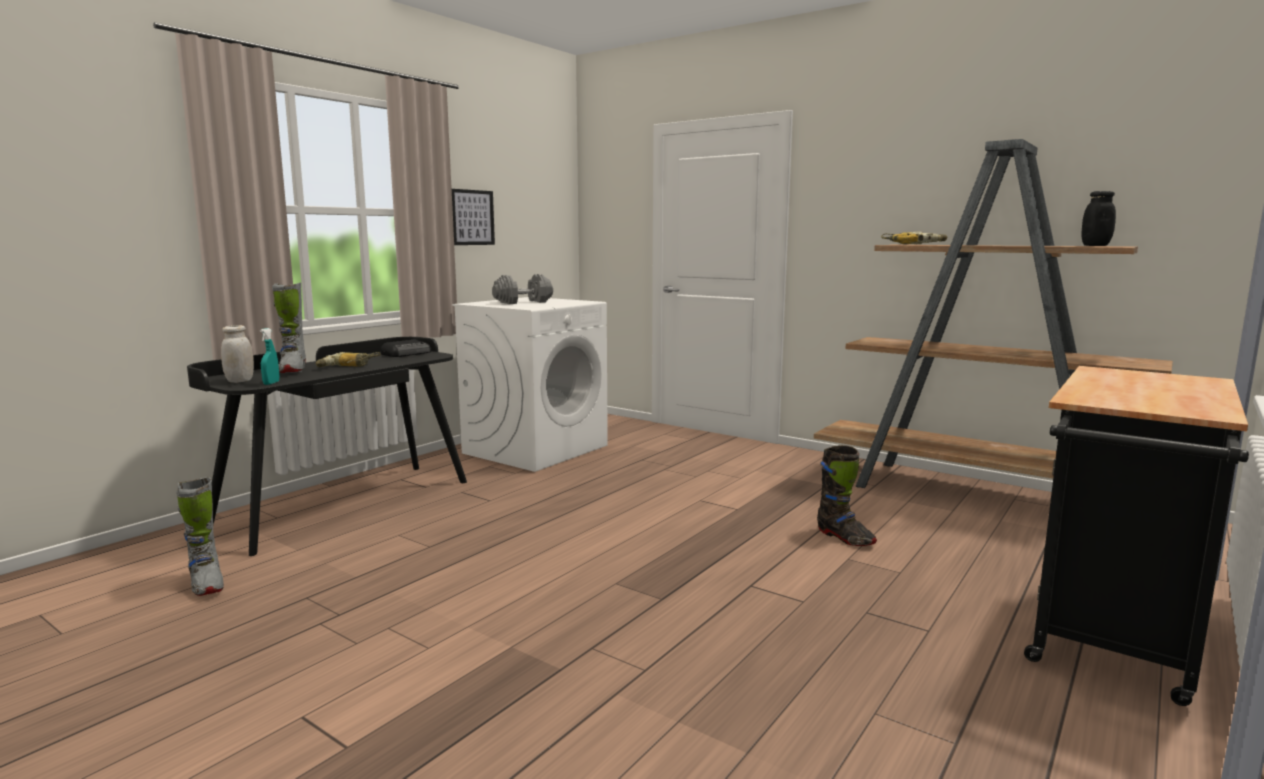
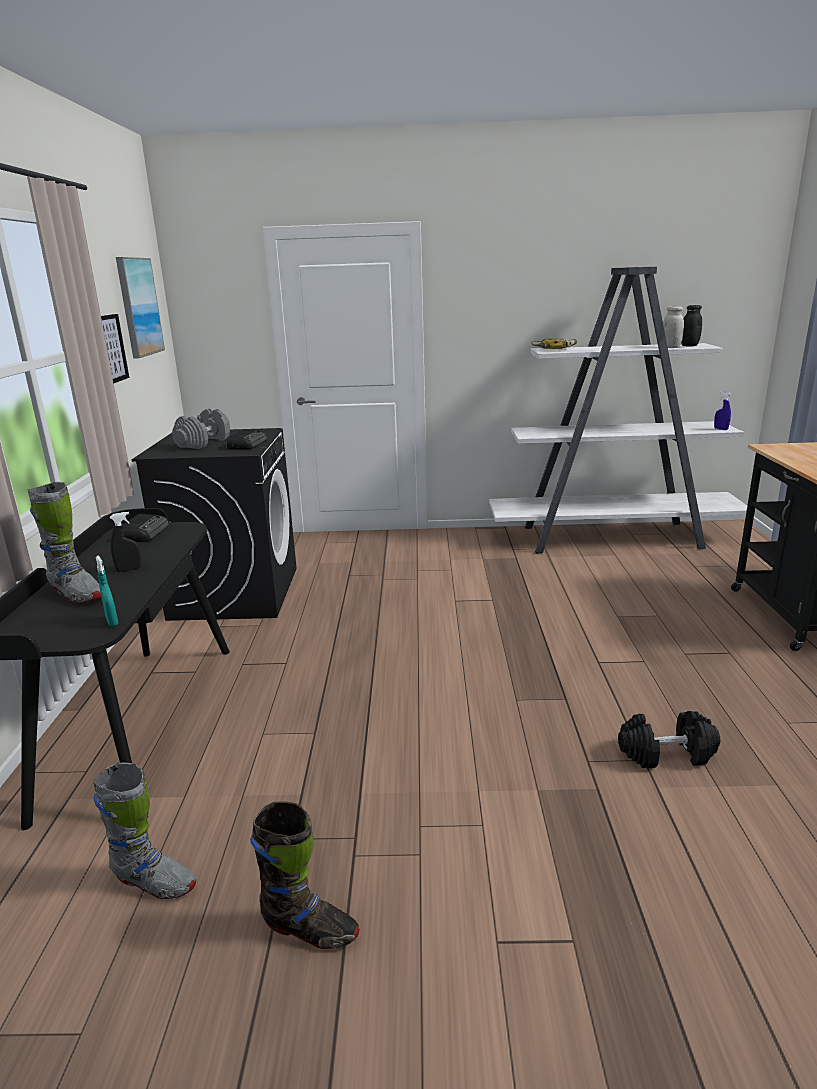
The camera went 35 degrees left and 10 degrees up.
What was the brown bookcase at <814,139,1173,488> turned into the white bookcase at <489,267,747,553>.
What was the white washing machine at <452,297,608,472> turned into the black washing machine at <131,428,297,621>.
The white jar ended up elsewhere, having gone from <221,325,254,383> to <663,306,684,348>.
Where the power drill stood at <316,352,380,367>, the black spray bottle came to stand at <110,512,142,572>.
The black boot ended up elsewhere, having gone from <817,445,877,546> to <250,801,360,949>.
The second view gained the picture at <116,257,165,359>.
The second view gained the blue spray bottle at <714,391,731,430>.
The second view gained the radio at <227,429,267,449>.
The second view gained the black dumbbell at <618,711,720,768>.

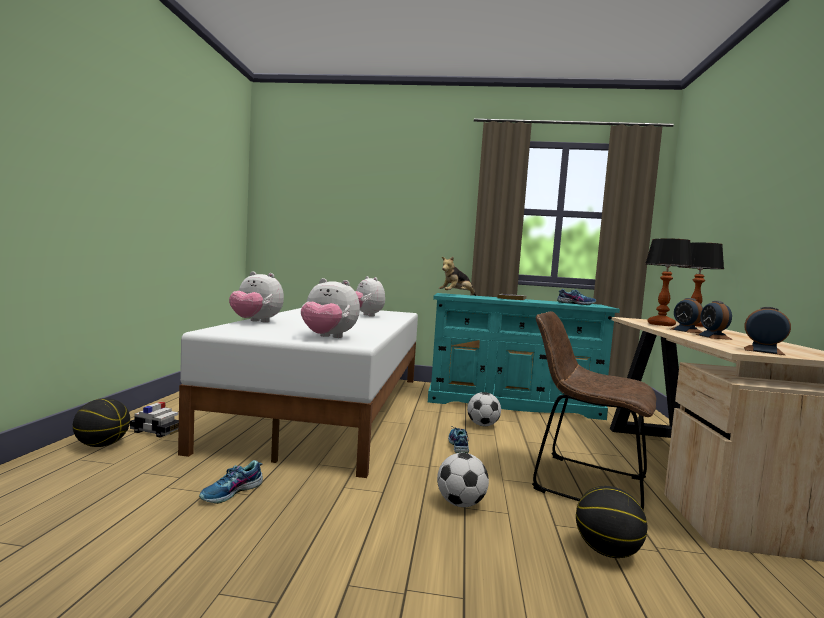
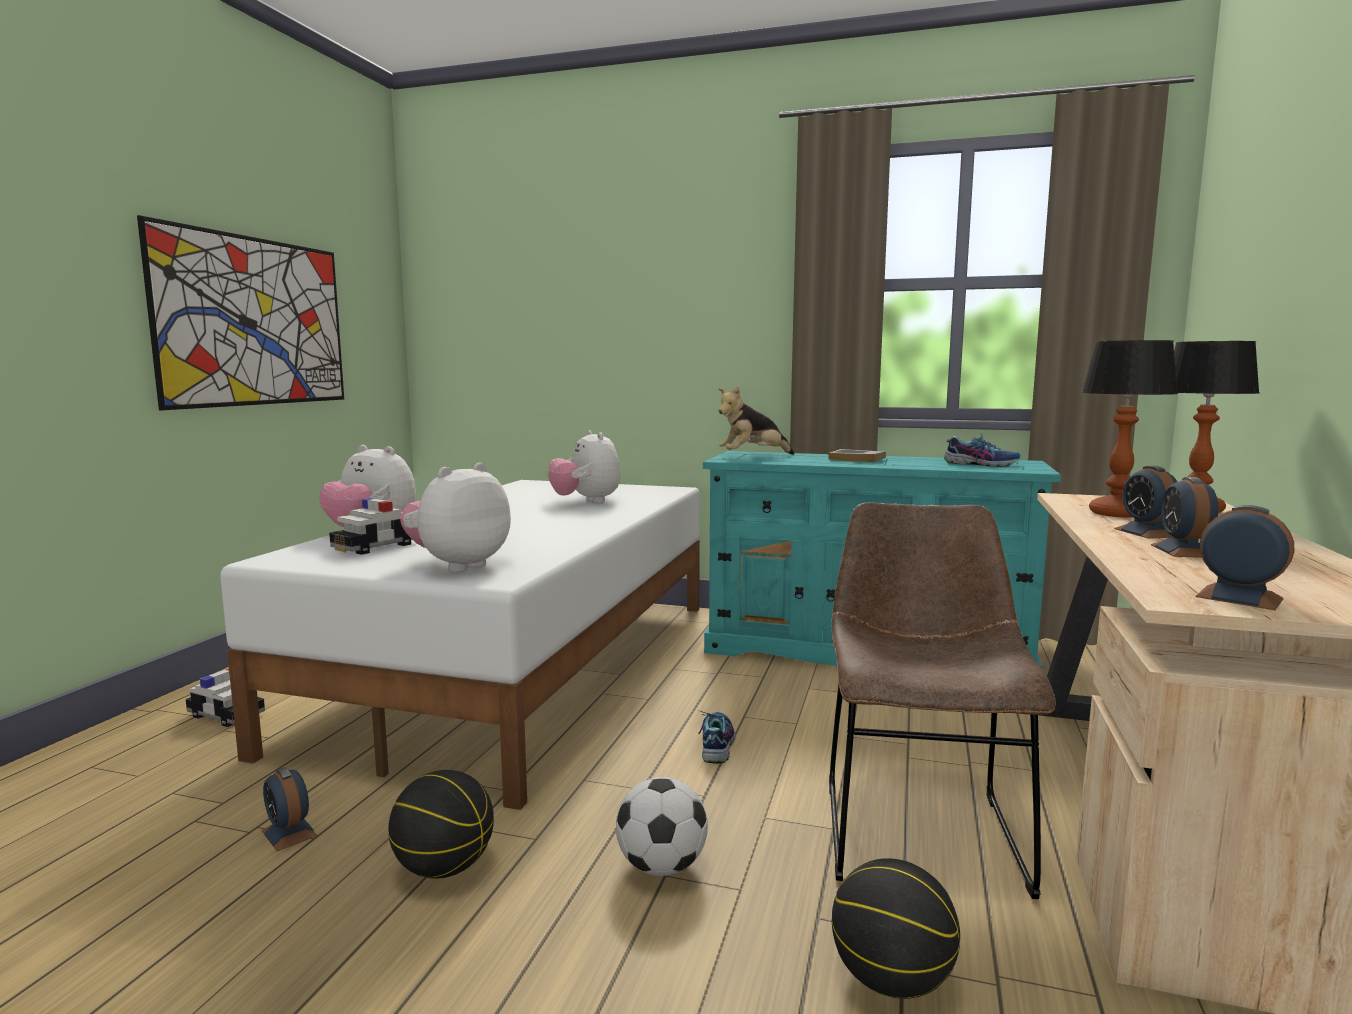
The camera went 10 degrees right and 5 degrees up.
The plush toy at <301,278,360,338> ended up facing another way, 105 degrees clockwise from before.
The brown chair at <532,311,656,510> ended up facing another way, 60 degrees clockwise from before.
The second view lost the football at <467,392,501,426>.
The basketball ended up elsewhere, having gone from <73,398,130,447> to <388,770,494,879>.
Where the shoe stood at <199,460,263,504>, the alarm clock came to stand at <261,767,317,851>.
The second view gained the picture at <137,215,344,410>.
The second view gained the toy car at <329,498,412,555>.

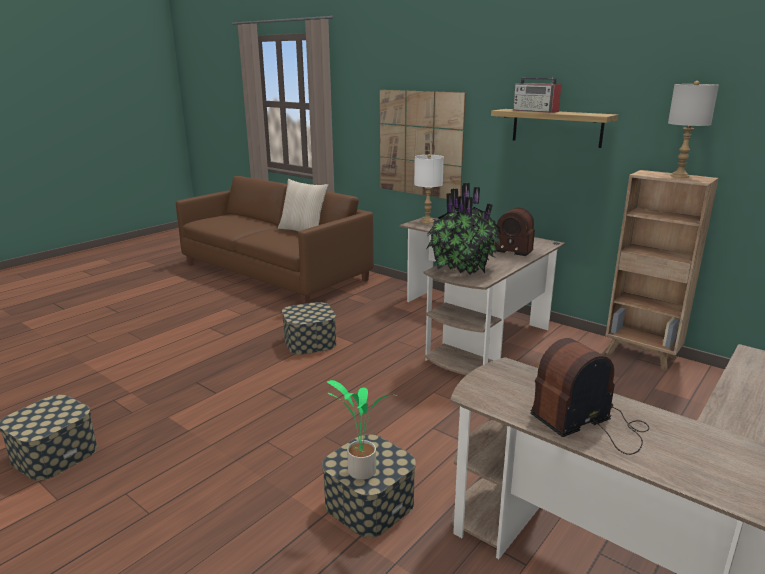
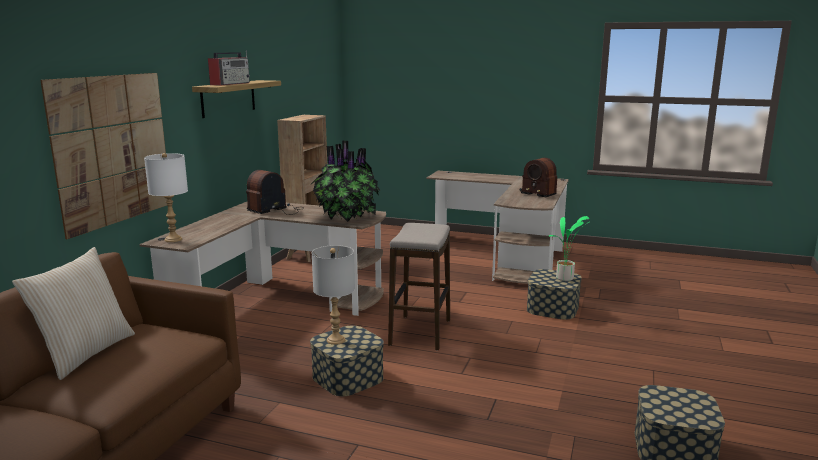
The camera went 110 degrees left and 5 degrees down.
The grey table lamp ended up elsewhere, having gone from <668,81,719,178> to <312,245,355,345>.
The radio at <494,208,535,256> ended up facing another way, 150 degrees counterclockwise from before.
The second view gained the stool at <388,223,450,351>.

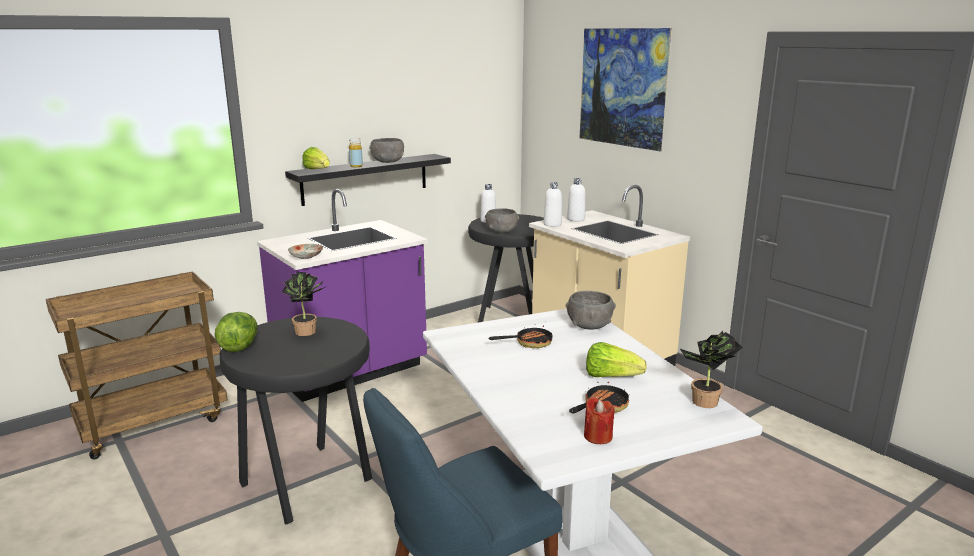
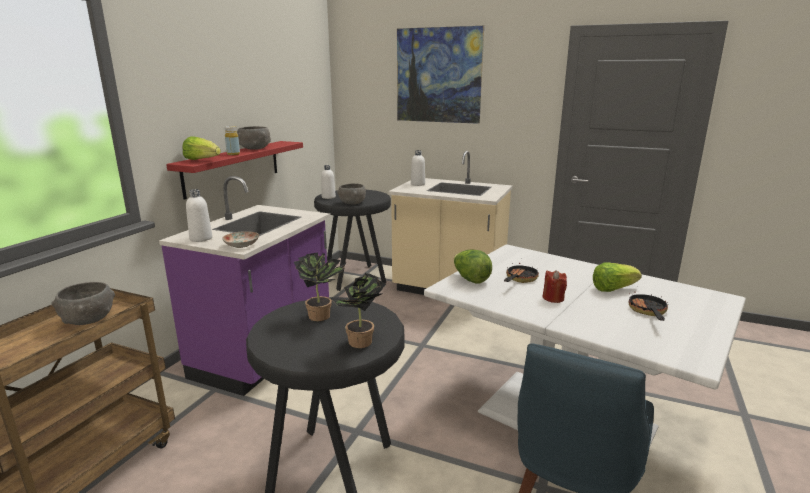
The camera went 30 degrees left and 0 degrees up.
What was the black shelf at <285,154,451,206> turned into the red shelf at <166,141,303,200>.
The white bottle ended up elsewhere, having gone from <544,182,562,227> to <186,189,212,242>.
The grey bowl ended up elsewhere, having gone from <566,291,616,329> to <52,282,115,325>.
The lettuce ended up elsewhere, having gone from <215,312,258,352> to <454,250,492,284>.
The potted plant ended up elsewhere, having gone from <680,331,743,408> to <331,273,386,348>.
The red candle ended up elsewhere, having gone from <584,397,614,444> to <543,270,567,303>.

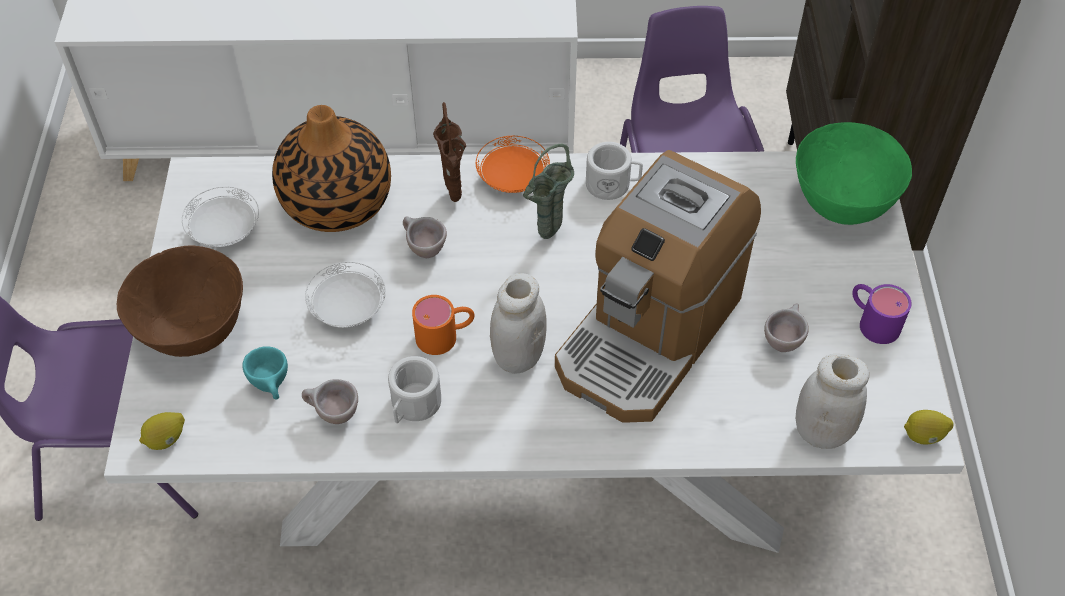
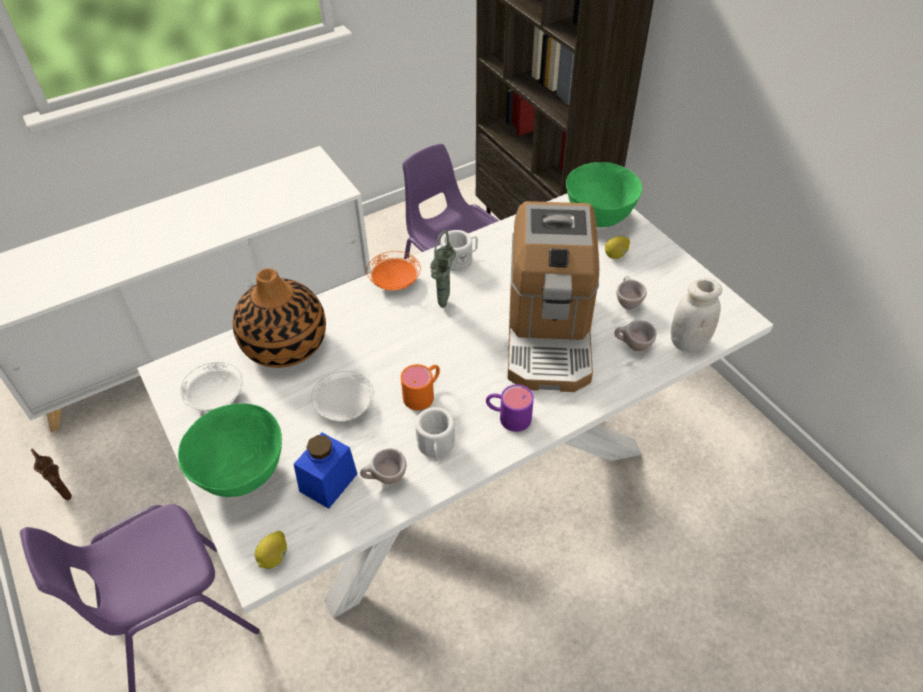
The camera went 30 degrees left and 5 degrees down.
The brown vase ended up elsewhere, having gone from <433,102,466,202> to <31,449,72,500>.
The beige cup ended up elsewhere, having gone from <403,216,447,258> to <614,320,656,351>.
What was the brown bowl at <117,246,243,357> turned into the green bowl at <178,403,282,497>.
The second view lost the white jar at <490,273,547,374>.
The purple mug ended up elsewhere, having gone from <852,284,912,344> to <486,385,534,432>.
Where the turquoise cup stood at <243,346,288,399>, the blue jar came to stand at <294,433,357,509>.
The lemon ended up elsewhere, having gone from <904,410,954,444> to <605,236,630,259>.

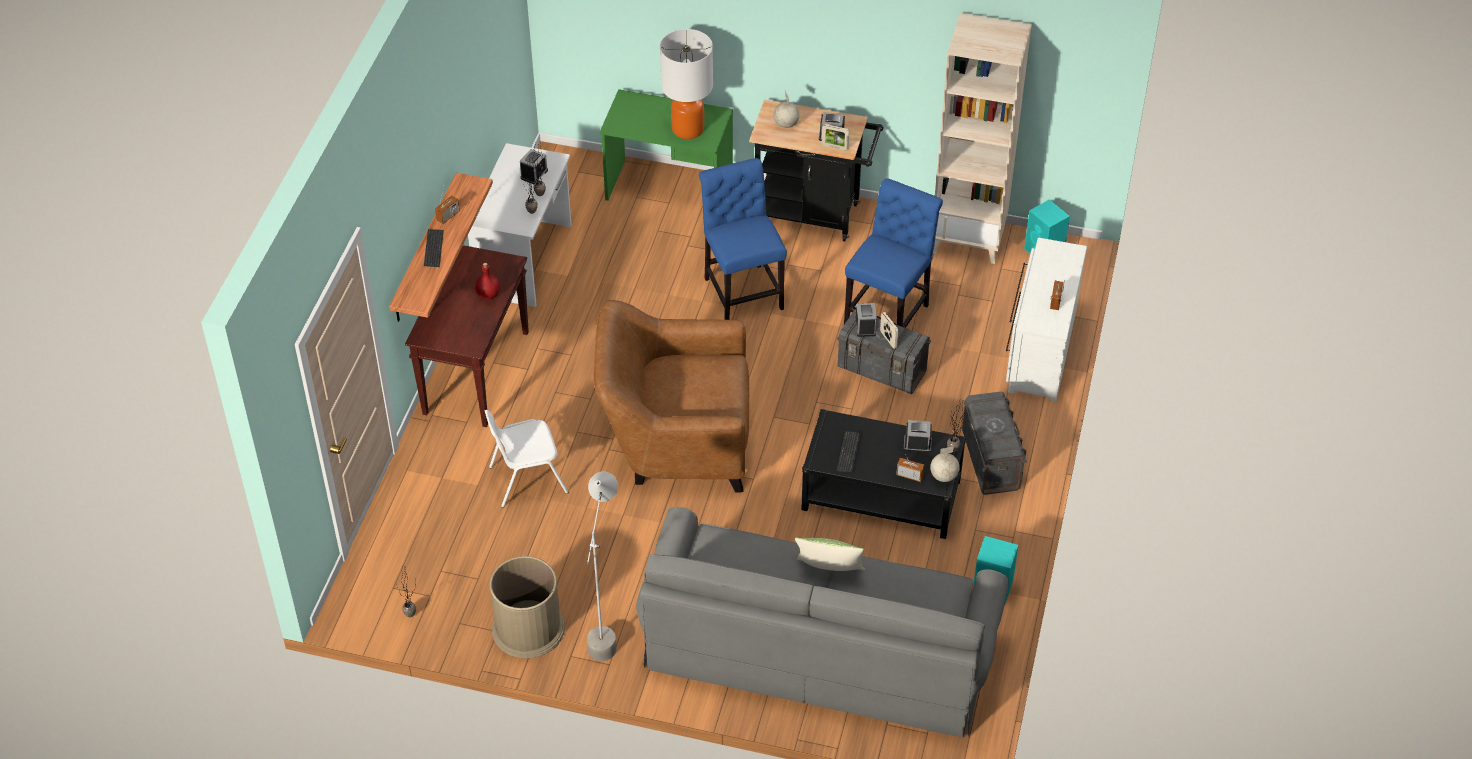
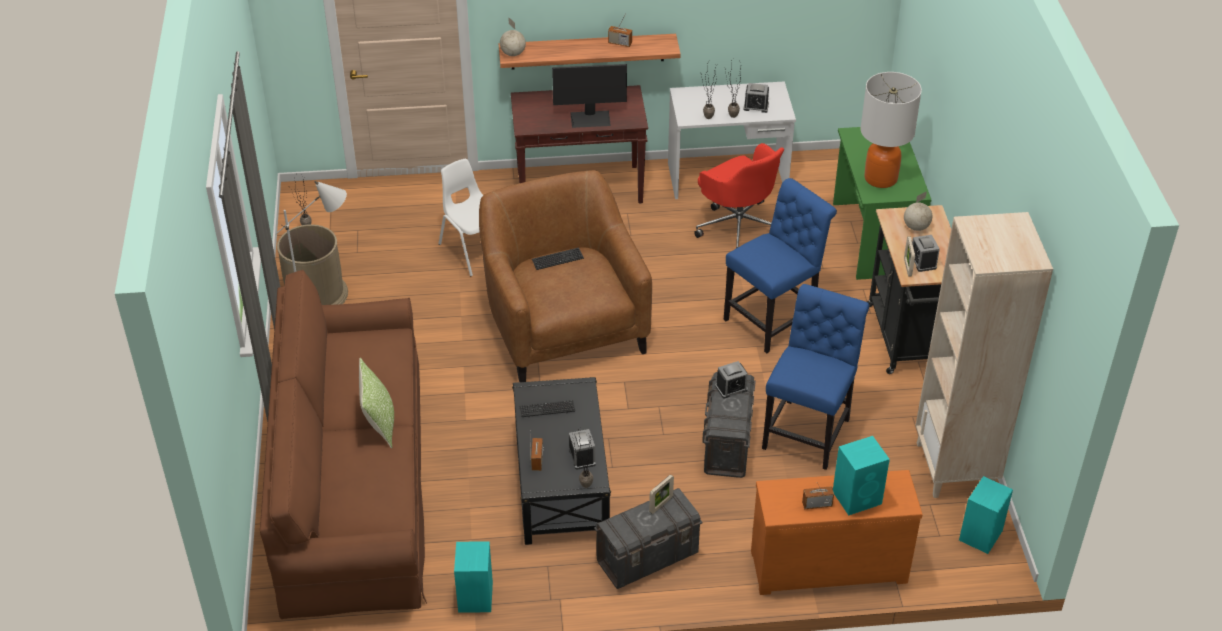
The camera went 70 degrees right and 5 degrees down.
The blue chair at <844,179,943,328> ended up facing another way, 75 degrees counterclockwise from before.
The keyboard ended up elsewhere, having gone from <424,229,444,267> to <532,247,584,270>.
What was the white dresser at <1006,238,1087,401> turned into the orange dresser at <751,470,923,595>.
Where the red bottle stood at <475,263,500,299>, the monitor came to stand at <552,64,627,128>.
The picture frame ended up elsewhere, having gone from <880,312,898,349> to <649,475,674,514>.
The globe ended up elsewhere, having gone from <930,446,960,482> to <500,17,526,56>.
What was the grey sofa at <636,507,1009,737> turned into the brown sofa at <260,270,427,619>.
The second view gained the red office chair at <694,143,784,248>.
The second view gained the turquoise speaker at <833,436,890,516>.

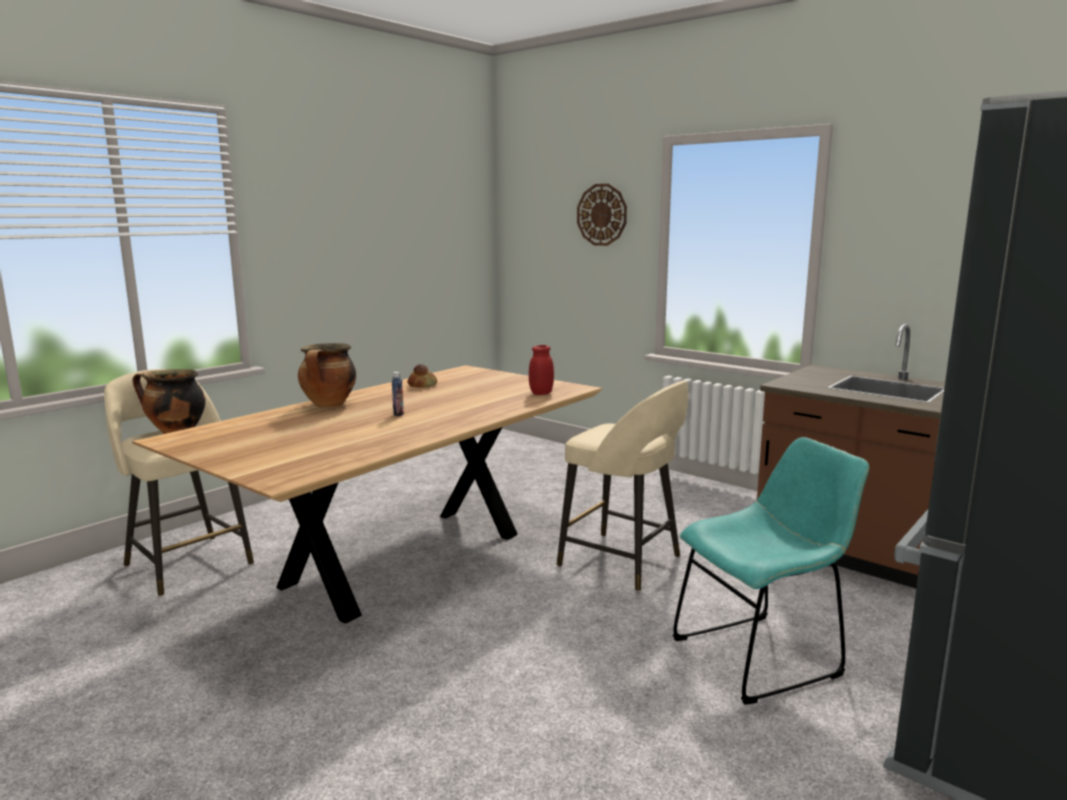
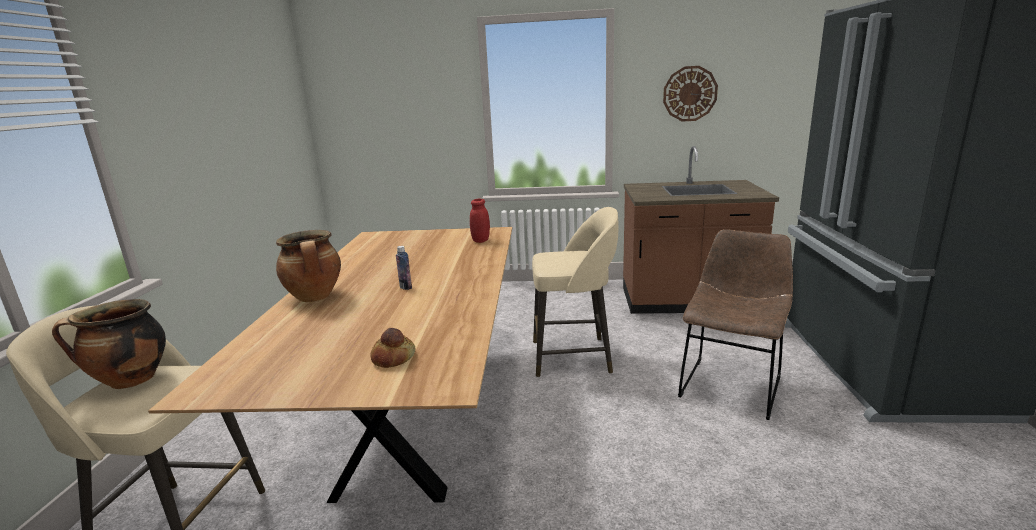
The camera went 35 degrees left and 5 degrees up.
The wall clock ended up elsewhere, having gone from <577,184,627,246> to <663,66,718,121>.
The bread ended up elsewhere, having gone from <407,364,437,387> to <370,328,415,368>.
What was the turquoise chair at <673,437,869,705> turned into the brown chair at <678,229,793,420>.

